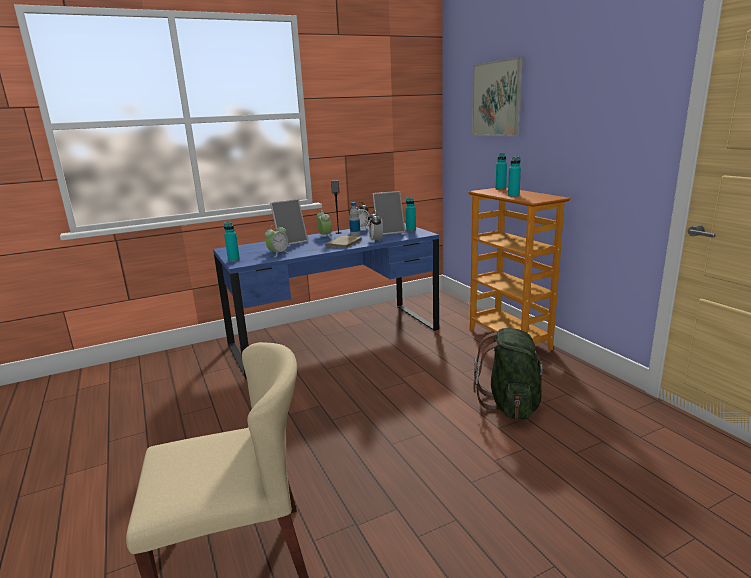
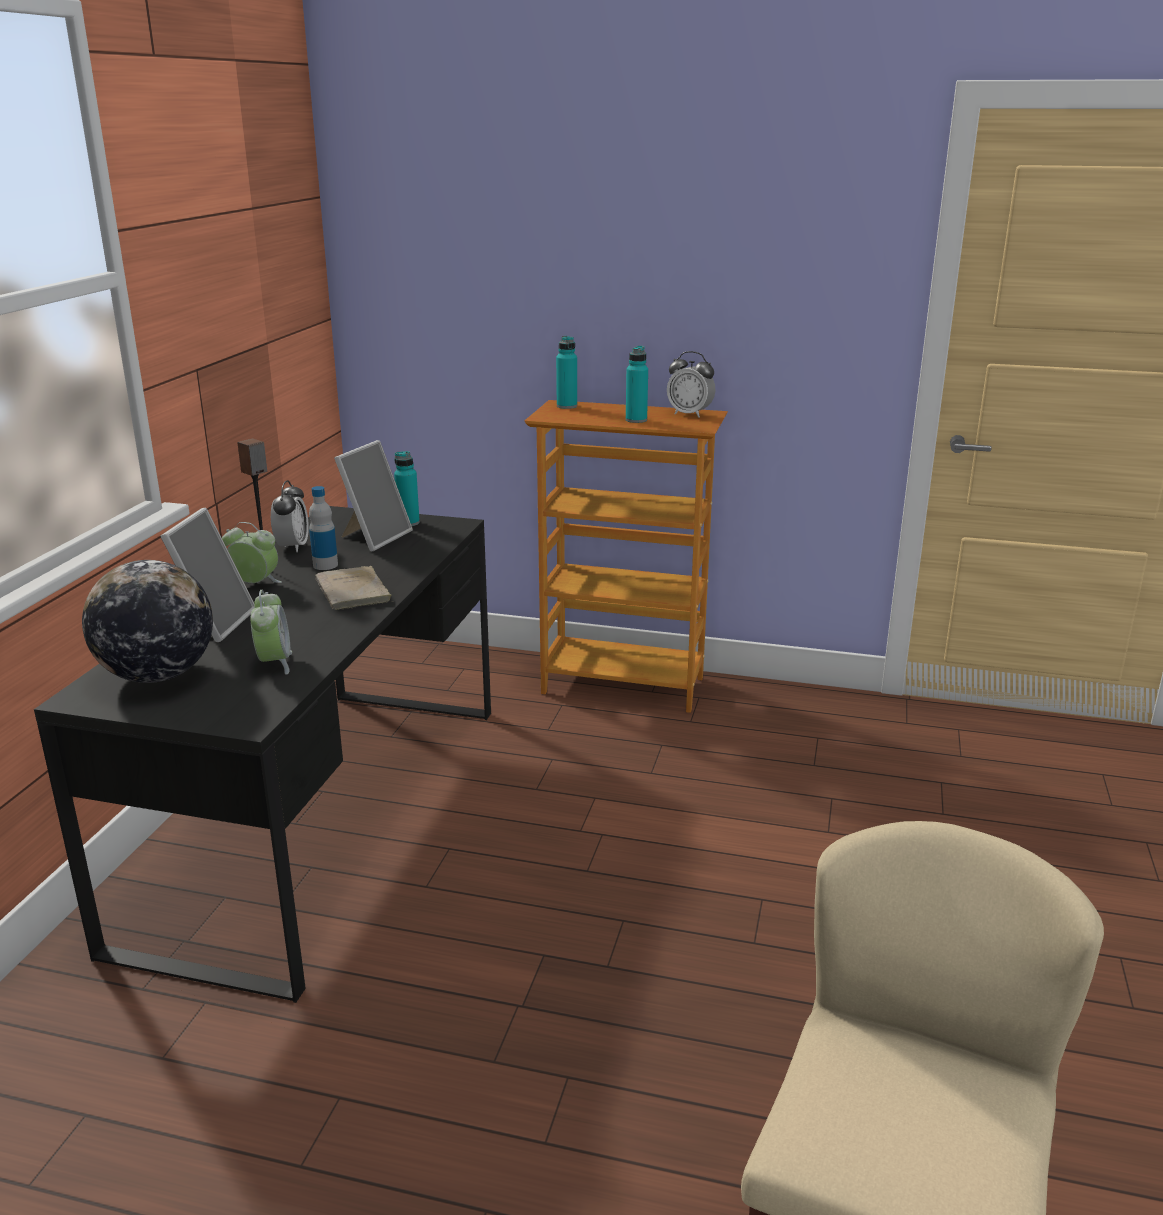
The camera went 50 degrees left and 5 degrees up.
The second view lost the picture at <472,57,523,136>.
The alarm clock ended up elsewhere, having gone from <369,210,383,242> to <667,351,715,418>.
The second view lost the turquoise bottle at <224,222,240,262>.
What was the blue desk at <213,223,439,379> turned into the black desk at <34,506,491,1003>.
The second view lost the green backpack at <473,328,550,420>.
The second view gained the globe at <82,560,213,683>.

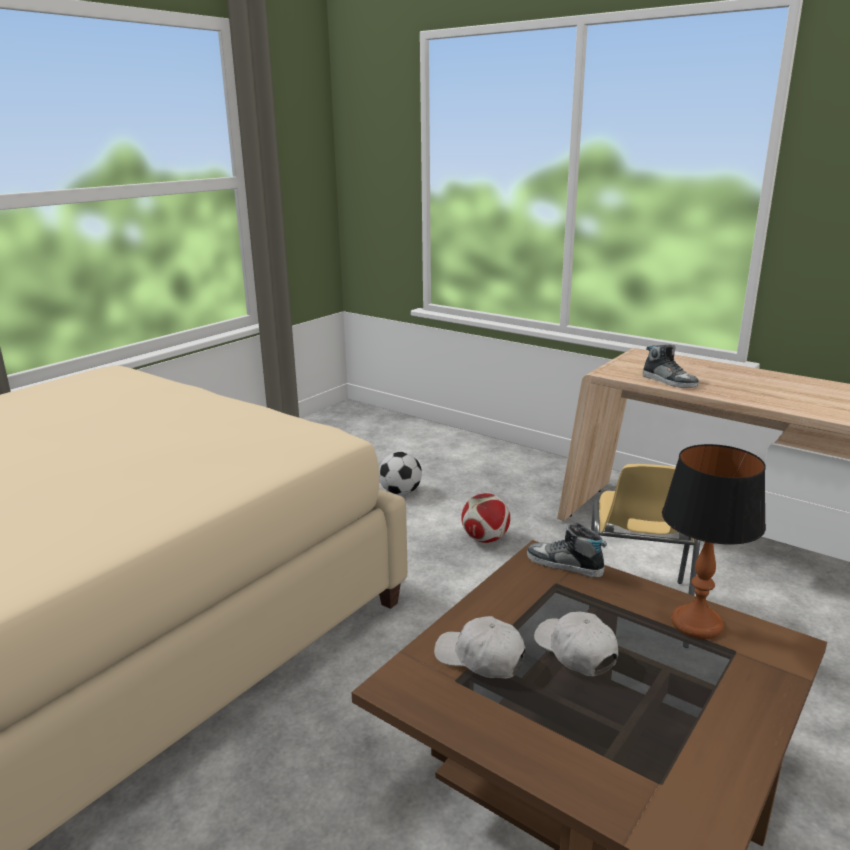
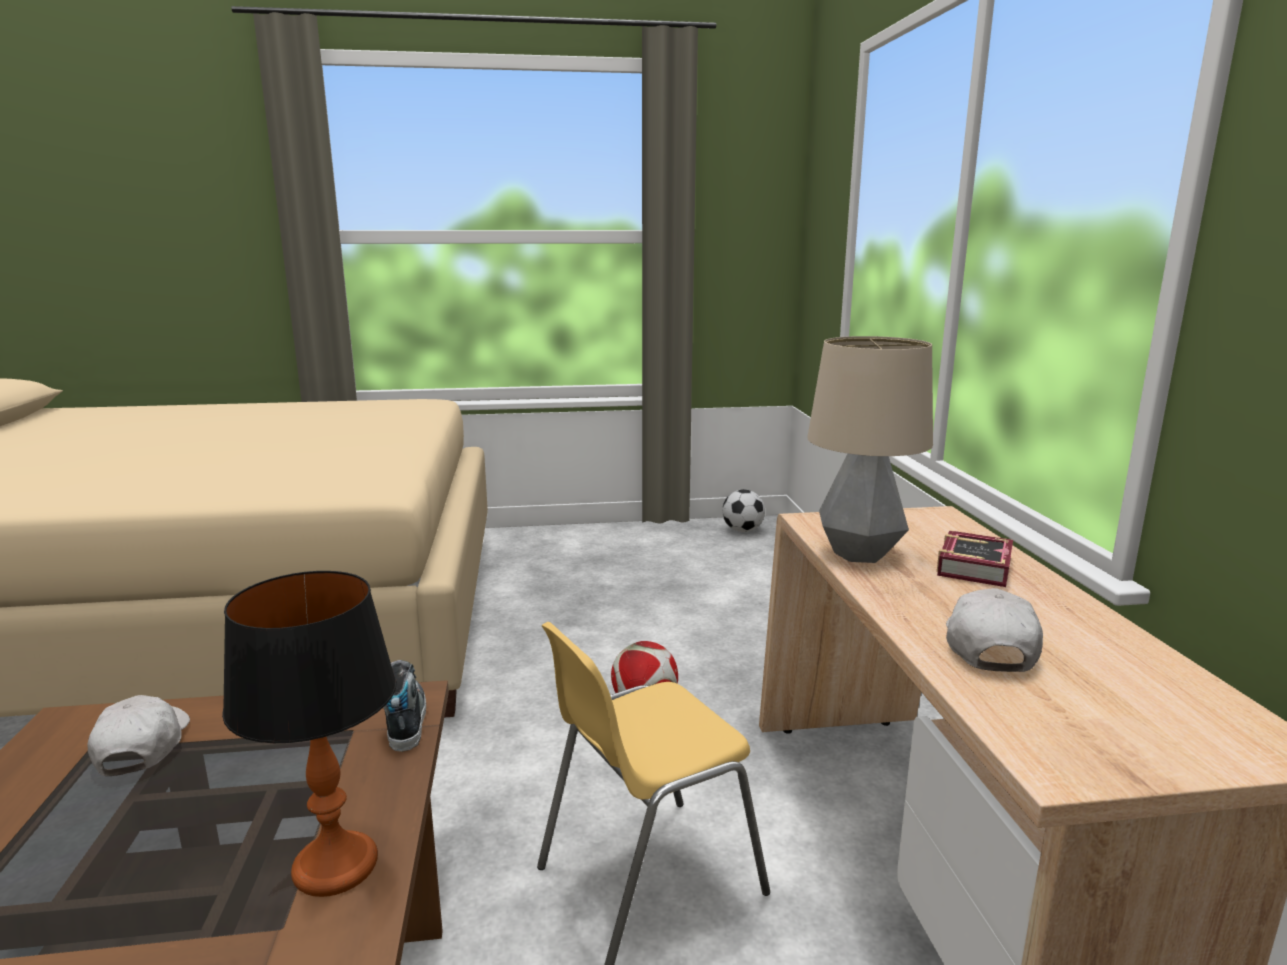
The camera went 45 degrees right and 5 degrees down.
Where the shoe stood at <643,345,699,388>, the table lamp came to stand at <807,336,933,563>.
The football ended up elsewhere, having gone from <379,452,422,495> to <722,489,765,532>.
The white cap ended up elsewhere, having gone from <534,612,618,677> to <946,588,1043,672>.
The second view gained the book at <937,530,1013,587>.

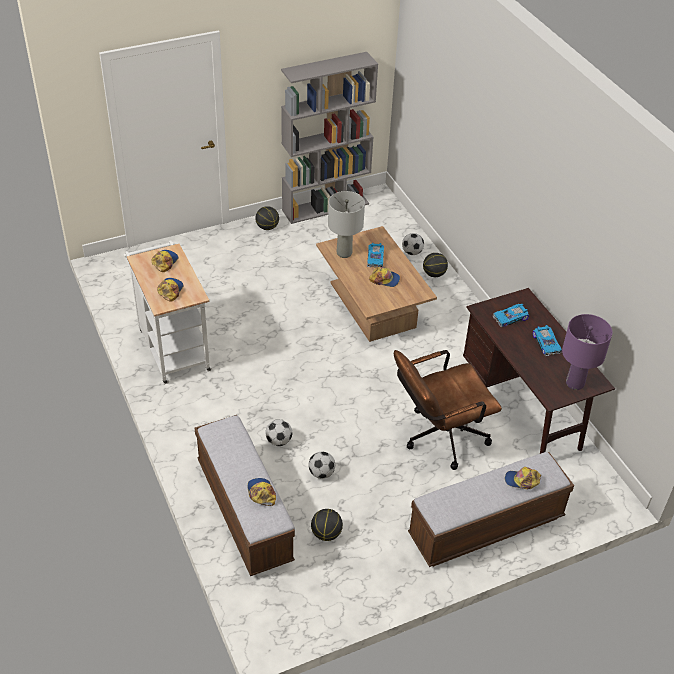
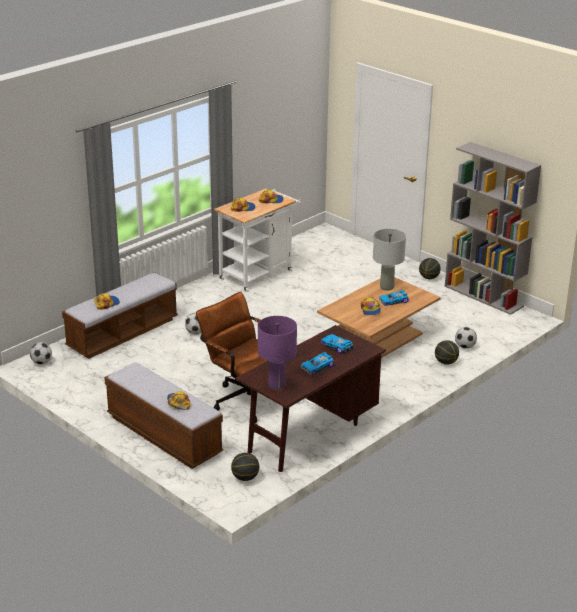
The camera went 70 degrees right and 15 degrees down.
The football ended up elsewhere, having gone from <309,452,335,479> to <30,342,52,365>.
The basketball ended up elsewhere, having gone from <311,509,343,541> to <231,453,259,481>.

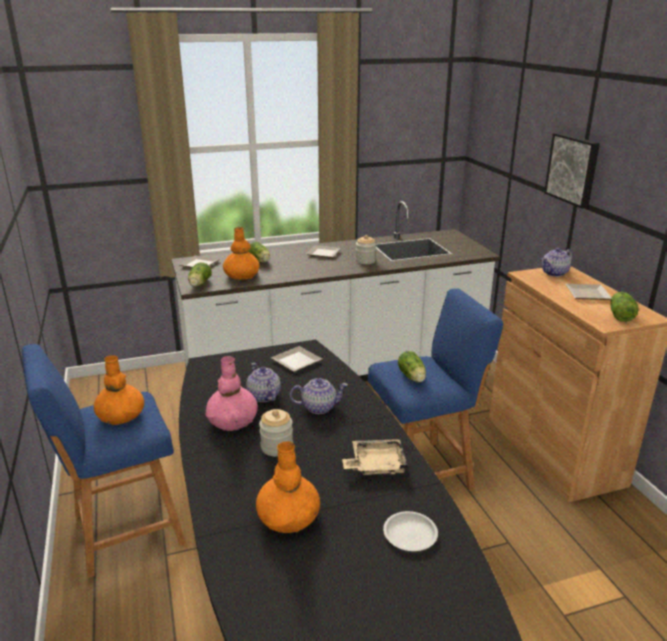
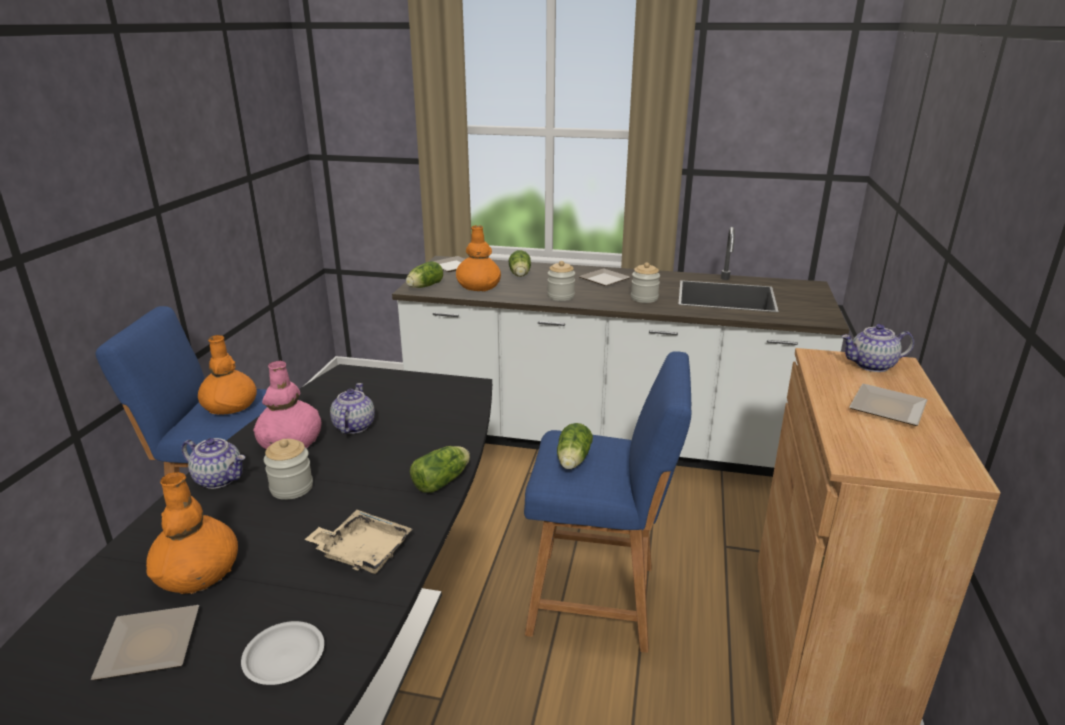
The camera went 30 degrees right and 0 degrees up.
The second view lost the picture at <544,133,600,209>.
The lettuce ended up elsewhere, having gone from <610,292,639,322> to <410,446,470,493>.
The plate ended up elsewhere, having gone from <271,346,323,372> to <91,605,199,680>.
The teapot ended up elsewhere, having gone from <290,378,348,414> to <182,438,245,489>.
The second view gained the jar at <547,261,575,301>.

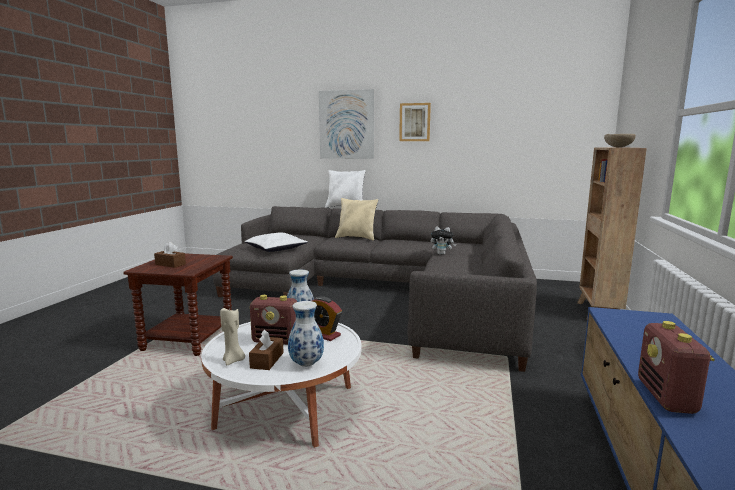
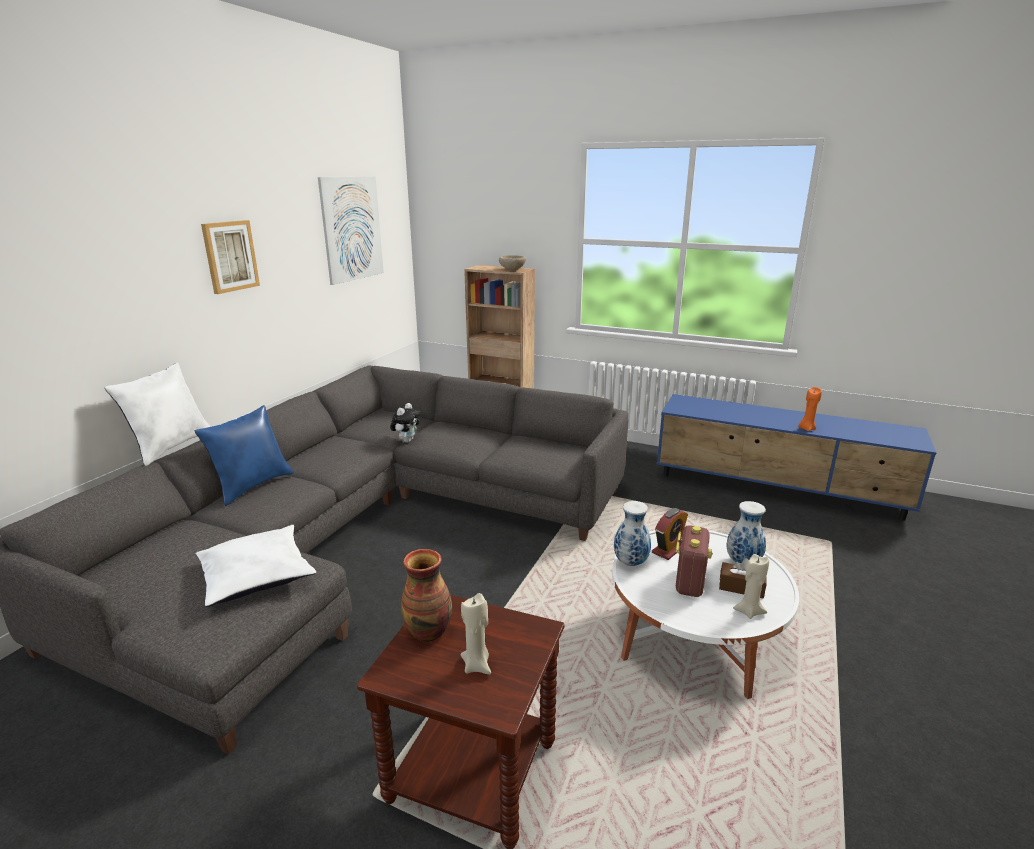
The camera went 80 degrees left and 10 degrees up.
The picture ended up elsewhere, having gone from <319,89,375,159> to <318,176,384,285>.
What was the beige pillow at <335,198,378,241> turned into the blue pillow at <195,405,294,506>.
Where the brown tissue box stood at <154,242,186,268>, the beige candle came to stand at <460,593,491,674>.
Where the radio stood at <638,321,715,414>, the orange candle came to stand at <798,387,822,431>.
The second view gained the vase at <401,549,452,642>.

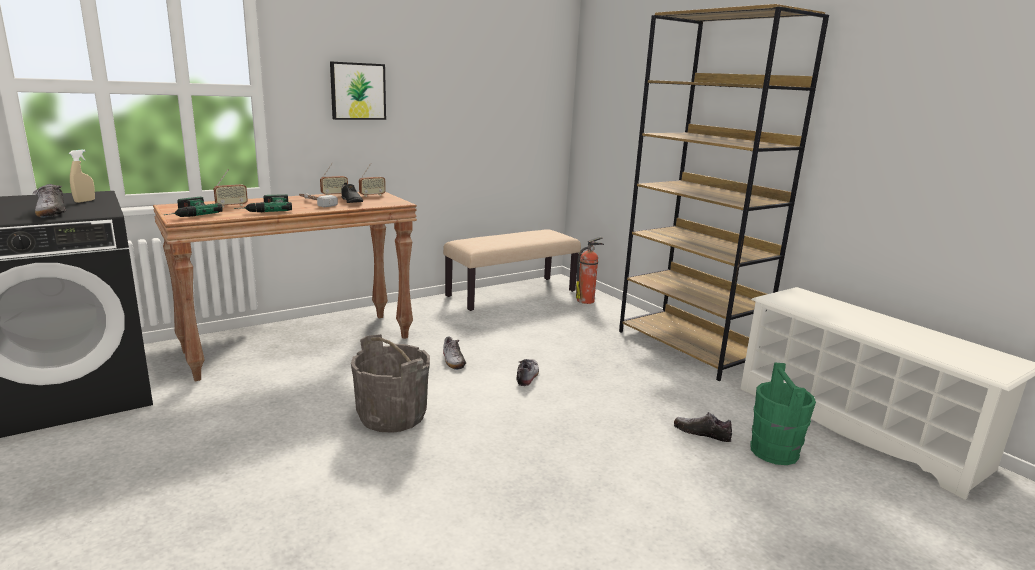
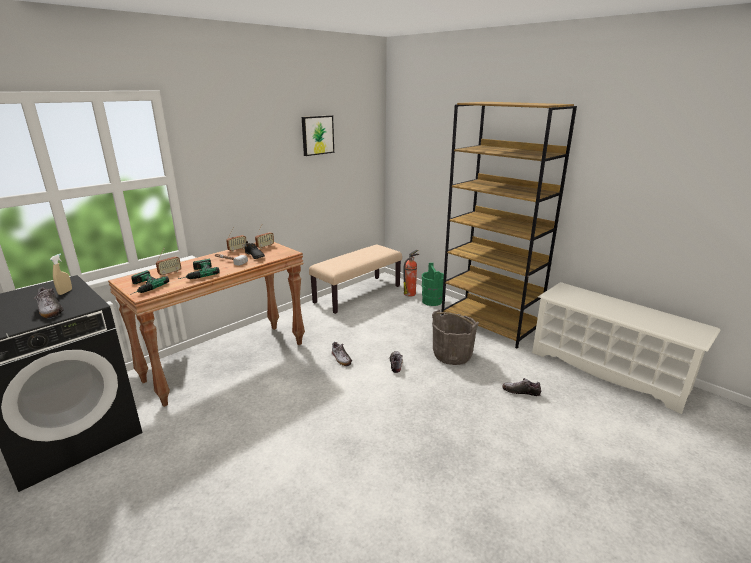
The camera went 10 degrees left and 5 degrees up.
The picture ended up elsewhere, having gone from <330,62,386,120> to <302,115,334,156>.
The grey bucket ended up elsewhere, having gone from <351,334,430,433> to <432,310,479,365>.
The green bucket ended up elsewhere, having gone from <750,362,816,465> to <422,263,444,306>.

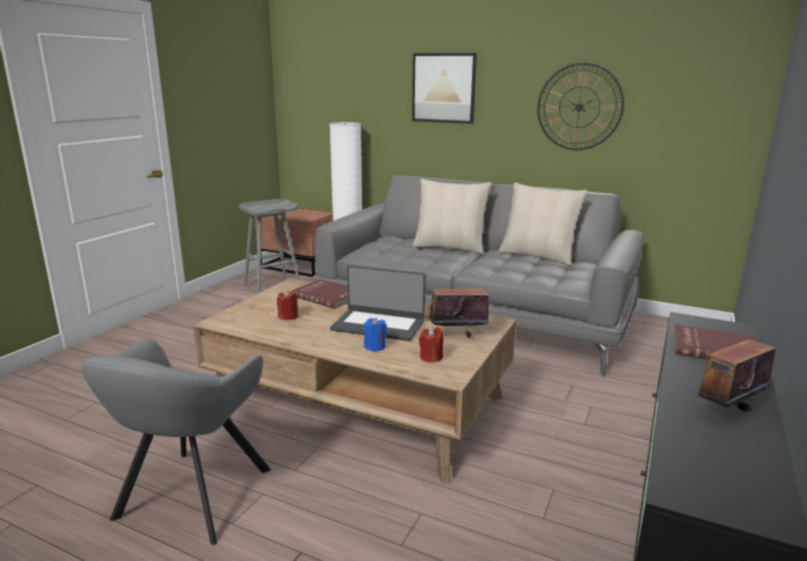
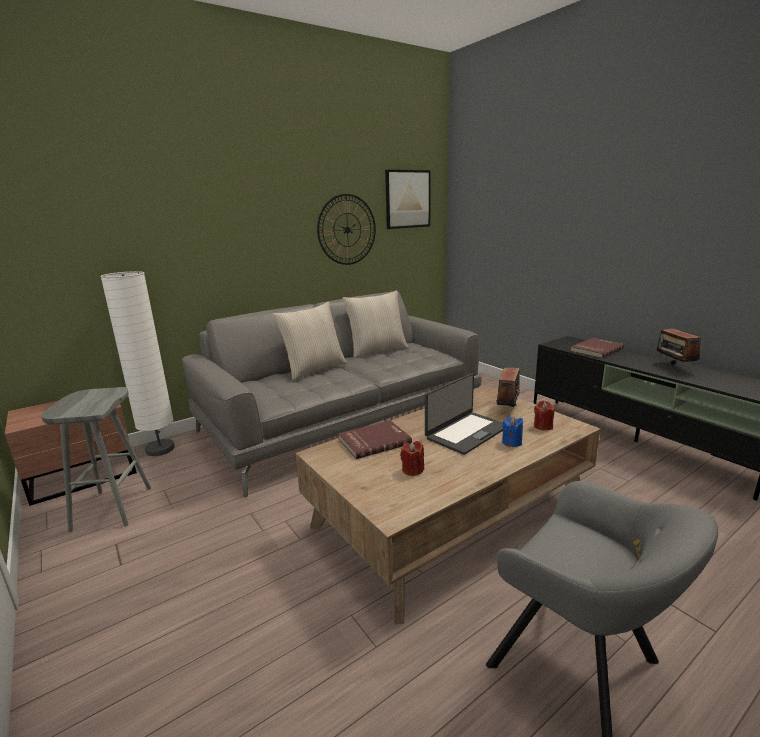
The camera went 60 degrees left and 0 degrees up.
The picture ended up elsewhere, having gone from <412,53,477,124> to <385,170,431,229>.

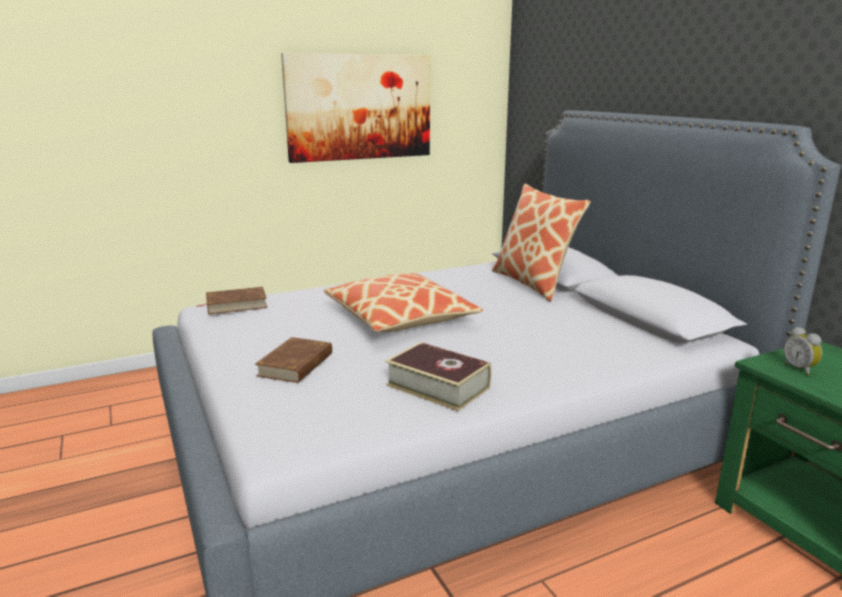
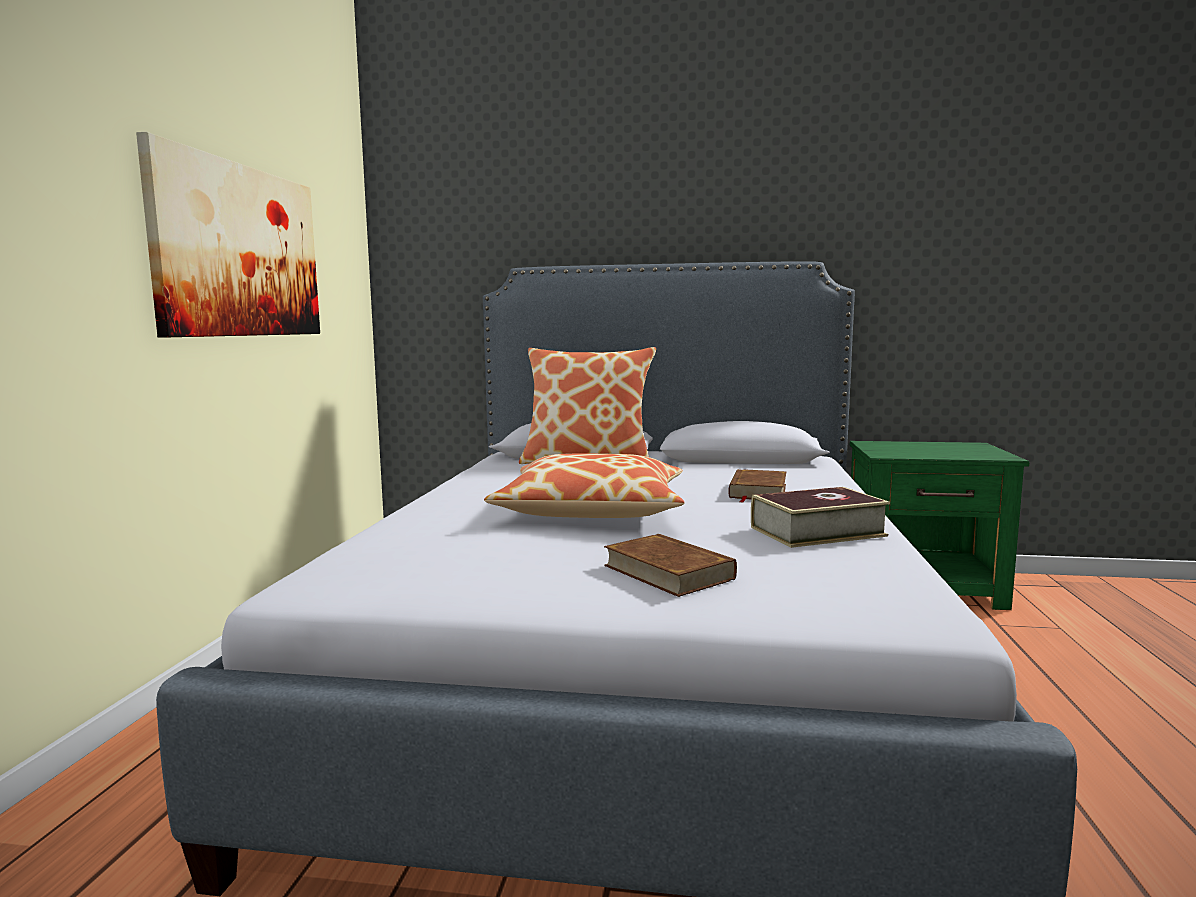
The camera went 55 degrees left and 10 degrees down.
The brown book ended up elsewhere, having gone from <196,287,267,314> to <728,469,786,503>.
The second view lost the alarm clock at <784,327,822,376>.

